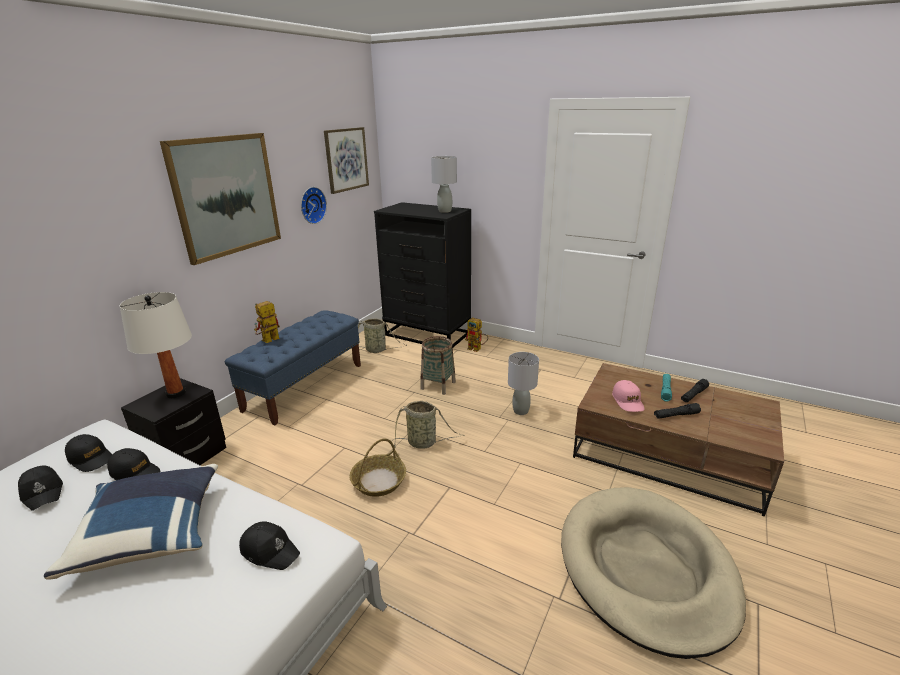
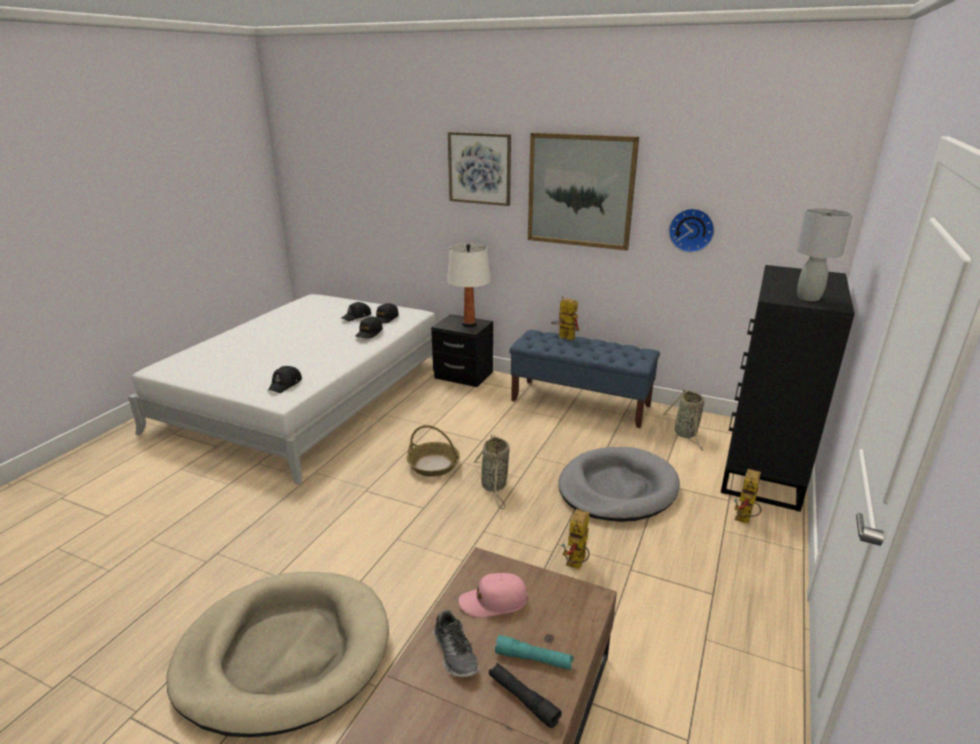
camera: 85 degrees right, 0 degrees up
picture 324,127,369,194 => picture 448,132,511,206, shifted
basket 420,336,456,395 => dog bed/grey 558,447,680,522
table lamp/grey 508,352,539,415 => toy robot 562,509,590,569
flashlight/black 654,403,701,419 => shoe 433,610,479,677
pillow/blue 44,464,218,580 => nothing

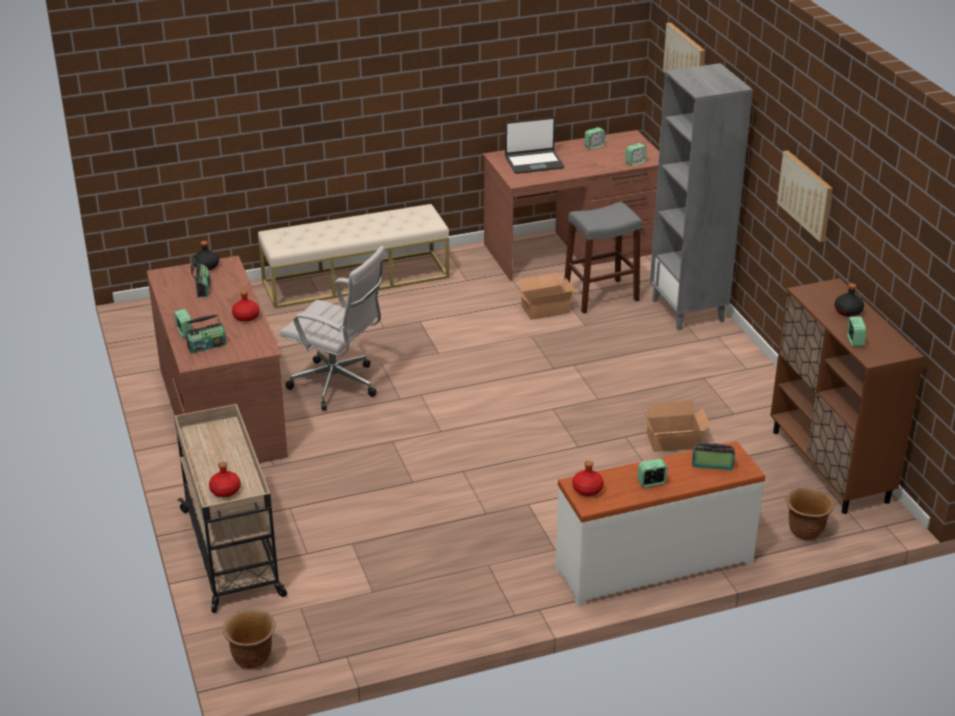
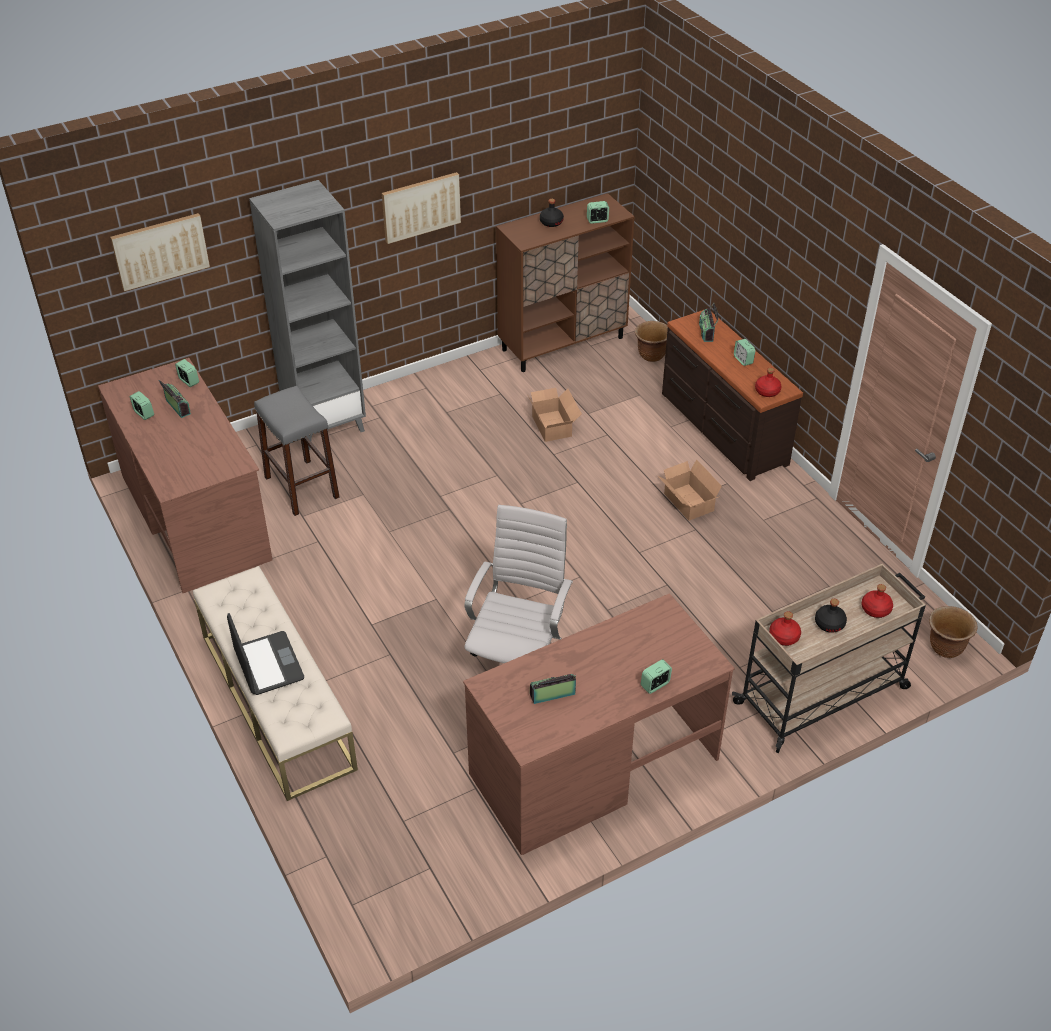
camera: 100 degrees left, 10 degrees up
laptop 505,117,564,174 => laptop 227,613,304,695, shifted
bottle/black 194,241,219,270 => bottle/black 815,599,847,633, shifted
cardboard box 516,273,576,320 => cardboard box 658,459,722,521, shifted
bottle/red 232,290,260,322 => bottle/red 769,611,801,646, shifted
radio 185,314,226,354 => radio 158,380,191,418, shifted
dresser/white 556,441,765,606 => dresser/brown 662,310,803,481

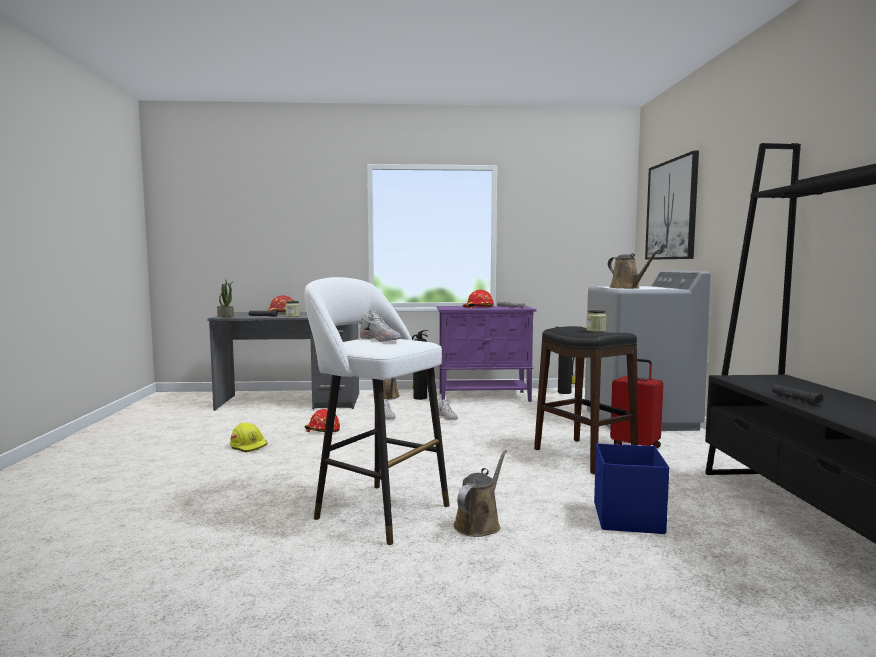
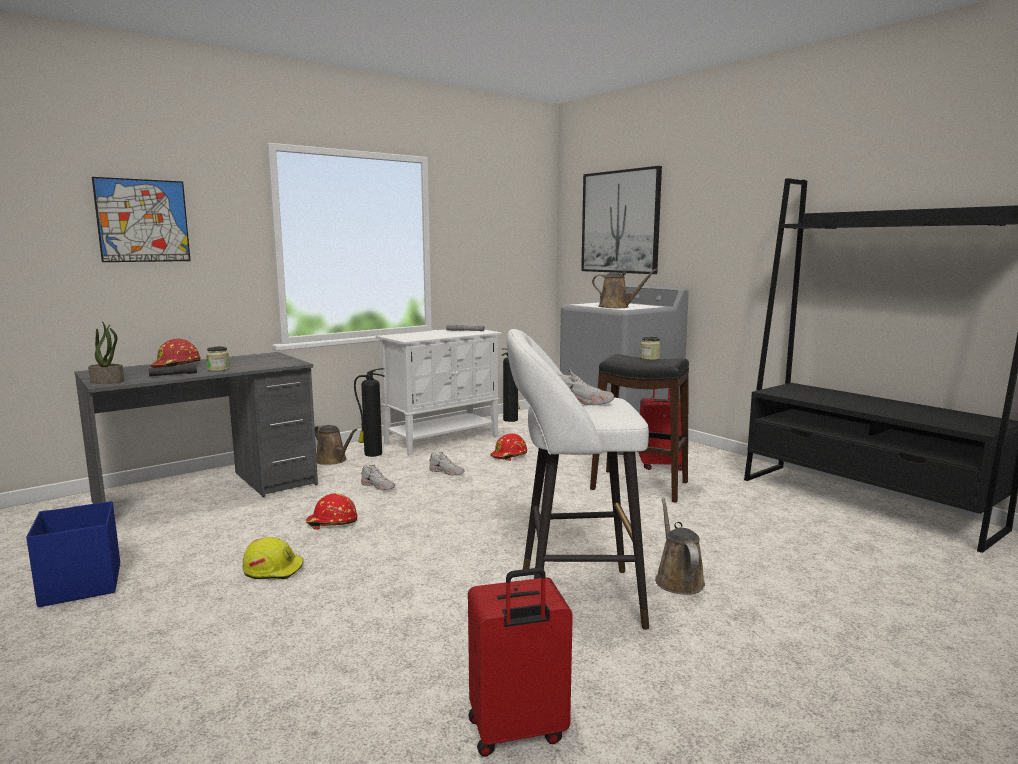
camera: 35 degrees left, 5 degrees up
hard hat/red 463,290,494,308 => hard hat/red 490,433,527,461, shifted
cabinet/purple 437,306,537,402 => cabinet/white 376,329,502,455
flashlight/black 772,384,823,406 => nothing
storage box/blue 594,443,669,534 => storage box/blue 26,501,120,607, shifted
nothing => picture 92,177,191,262
nothing => suitcase/red 468,568,573,757

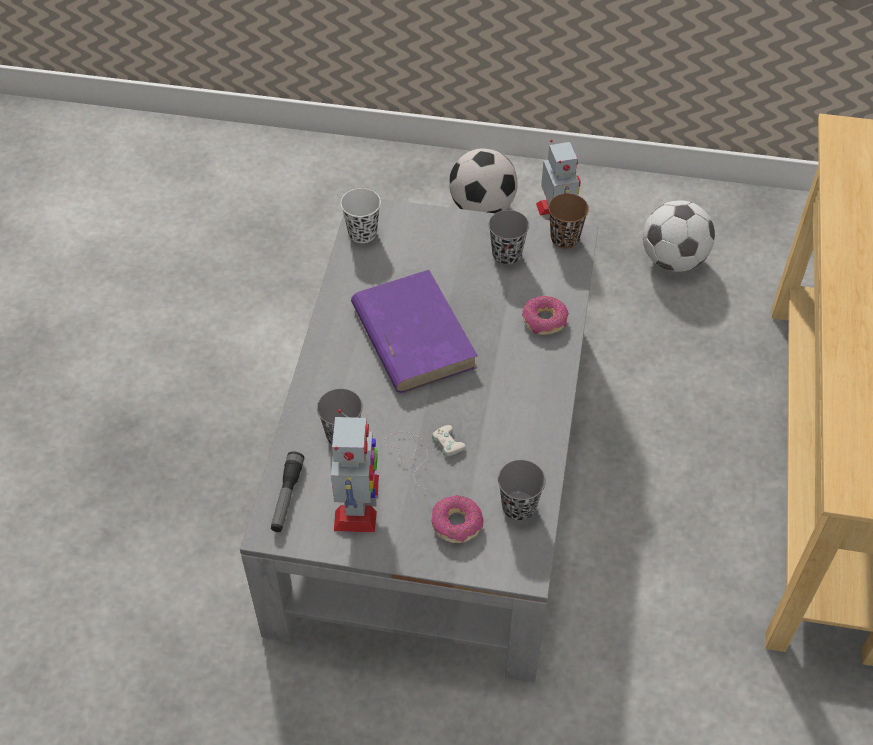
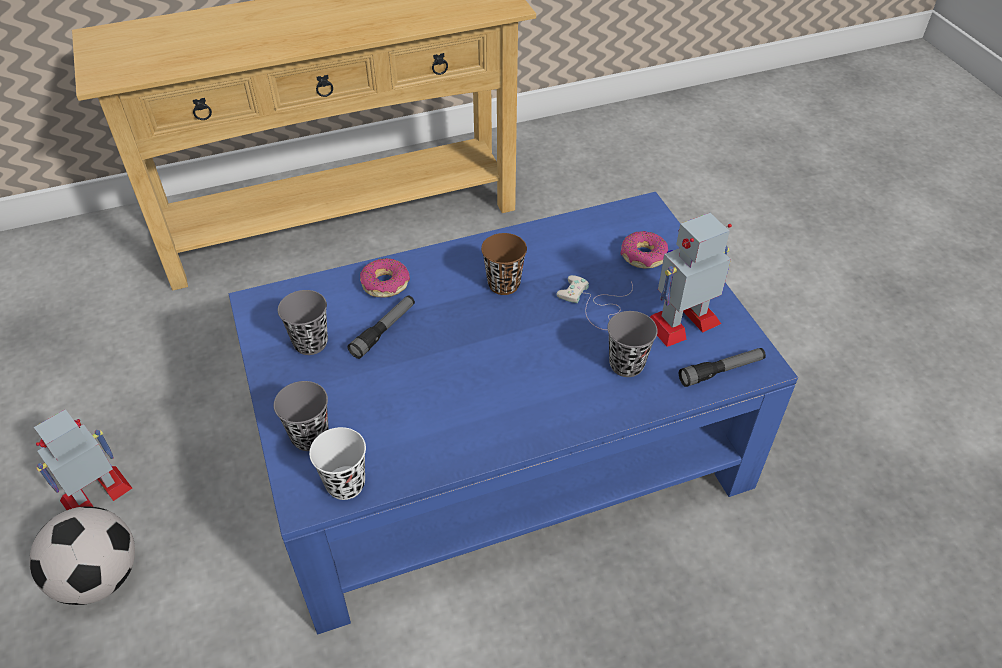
camera: 120 degrees left, 5 degrees down
cup/brown 548,193,589,249 => cup/brown 481,233,527,295, shifted
coffee table/grey 240,199,598,683 => coffee table/blue 229,192,798,634
football 643,200,715,272 => nothing
book/purple 351,270,478,393 => nothing
cup/grey 498,460,546,521 => cup/grey 274,381,329,451, shifted
nothing => flashlight 347,295,415,359

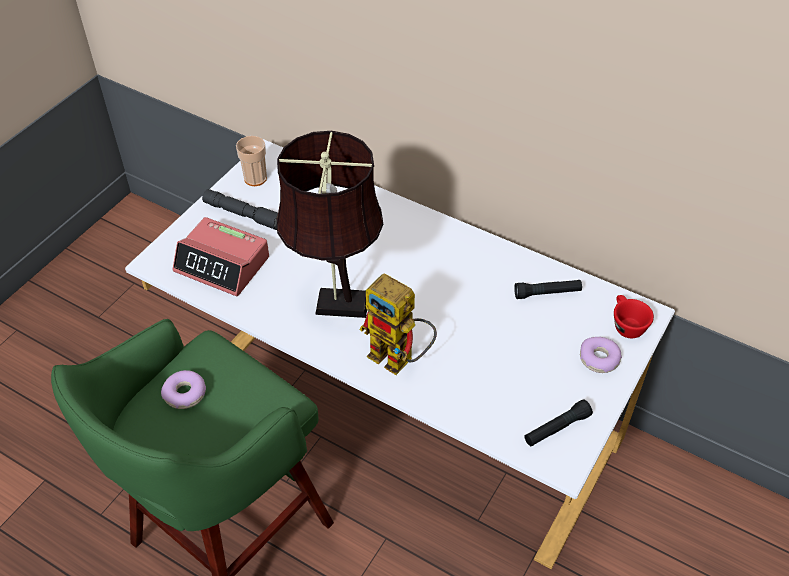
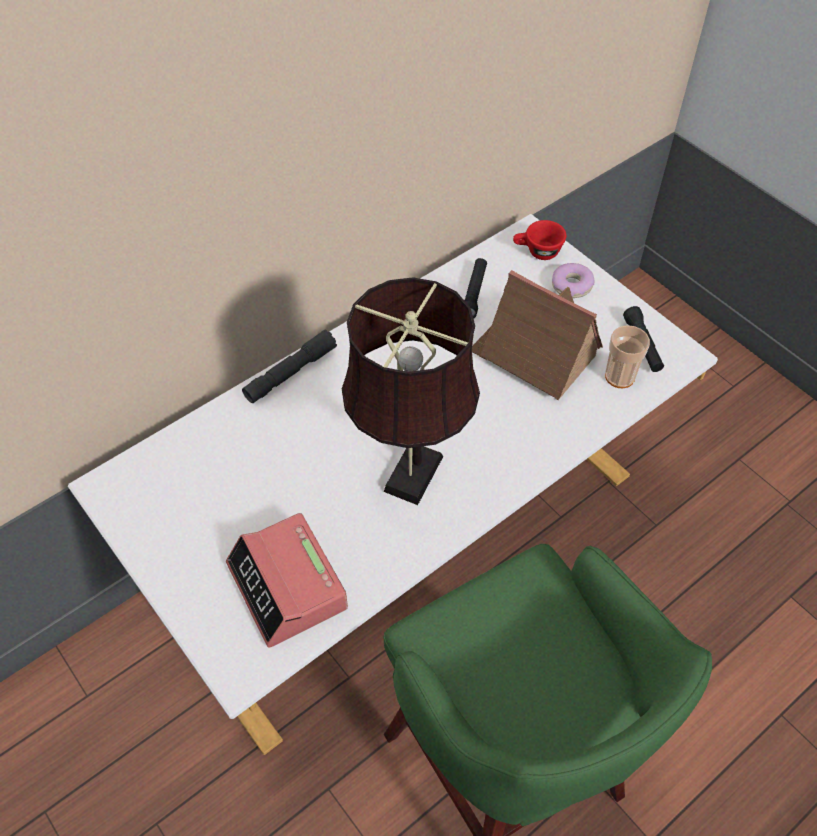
camera: 70 degrees left, 5 degrees up
cup 236,136,267,186 => cup 605,325,650,388, shifted
flashlight/grey 202,189,278,230 => flashlight/grey 242,330,337,403, shifted
alarm clock 173,217,269,296 => alarm clock 226,513,348,647, 105 degrees clockwise
toy robot 360,273,437,375 => nothing
donut 161,370,206,409 => nothing
nothing => toy house 472,270,603,400

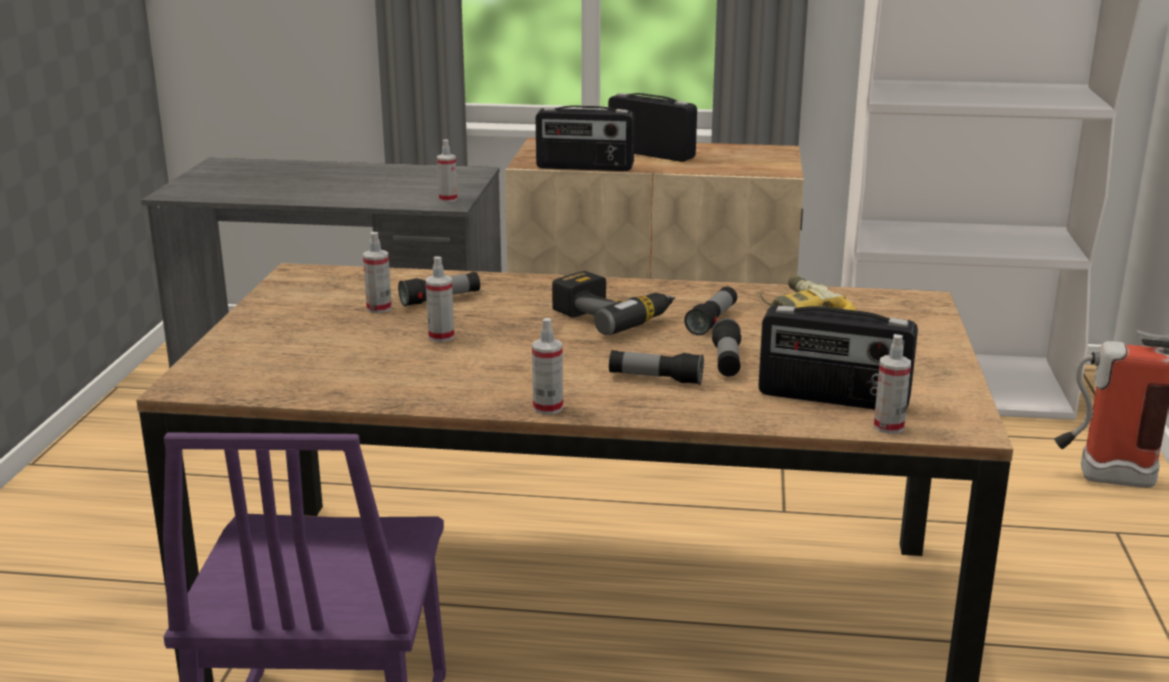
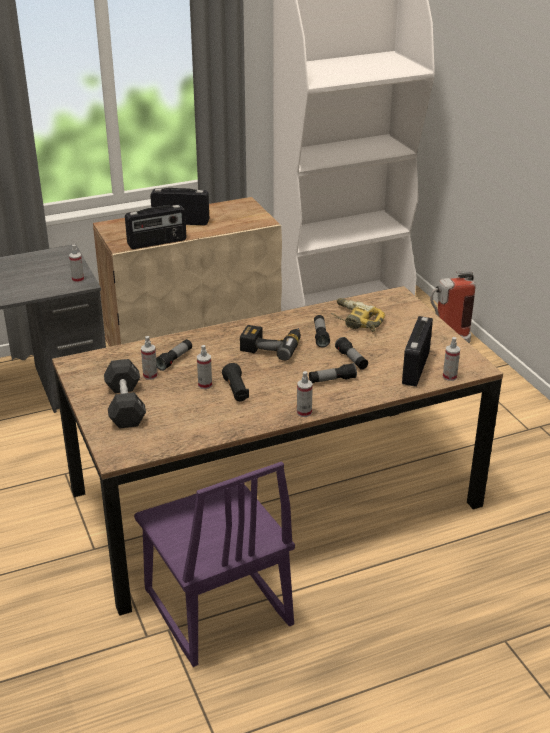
camera: 30 degrees left, 10 degrees up
radio 758,305,918,410 => radio 402,316,433,387, 120 degrees clockwise
nothing => dumbbell/black 104,359,146,429
nothing => flashlight/black 222,363,249,401

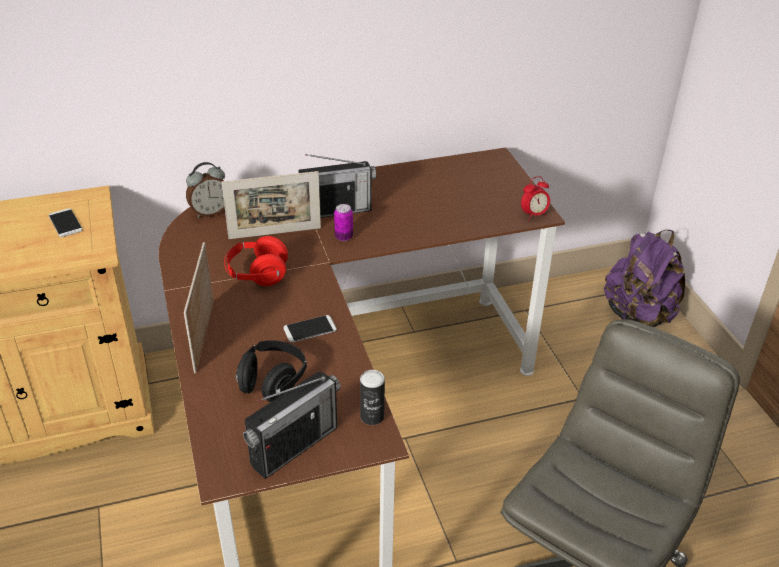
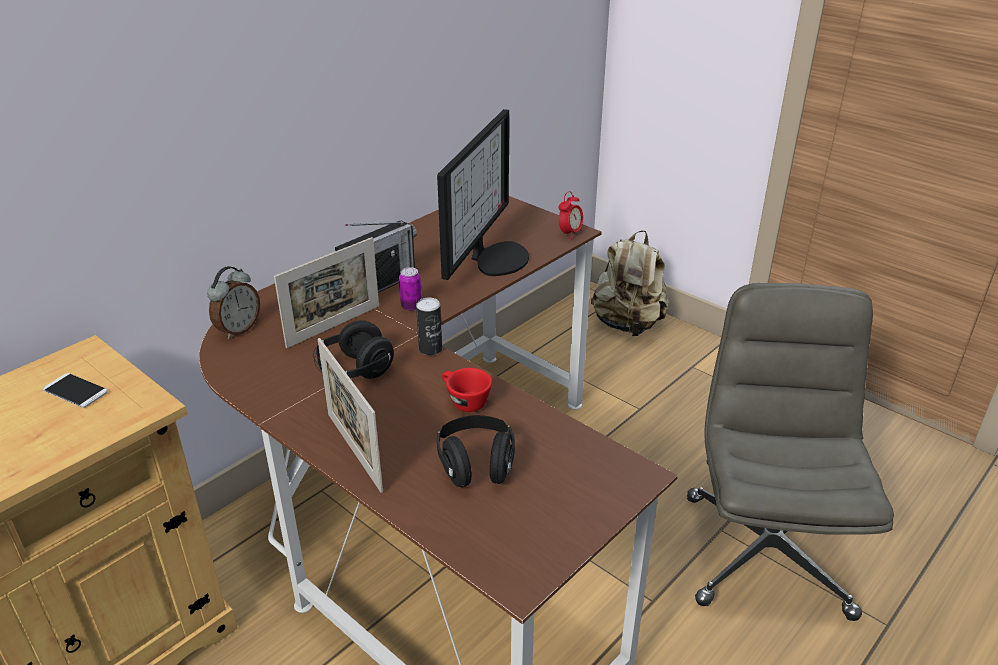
camera: 30 degrees left, 5 degrees down
backpack/purple 604,230,685,327 => backpack/beige 591,230,668,336
headphones/red 224,236,288,286 => headphones/black 313,320,394,379
phone 283,315,337,342 => cup/red 442,368,492,412
can 360,370,385,425 => can 416,297,442,355, shifted
radio 243,372,341,479 => nothing
nothing => monitor 437,109,529,280

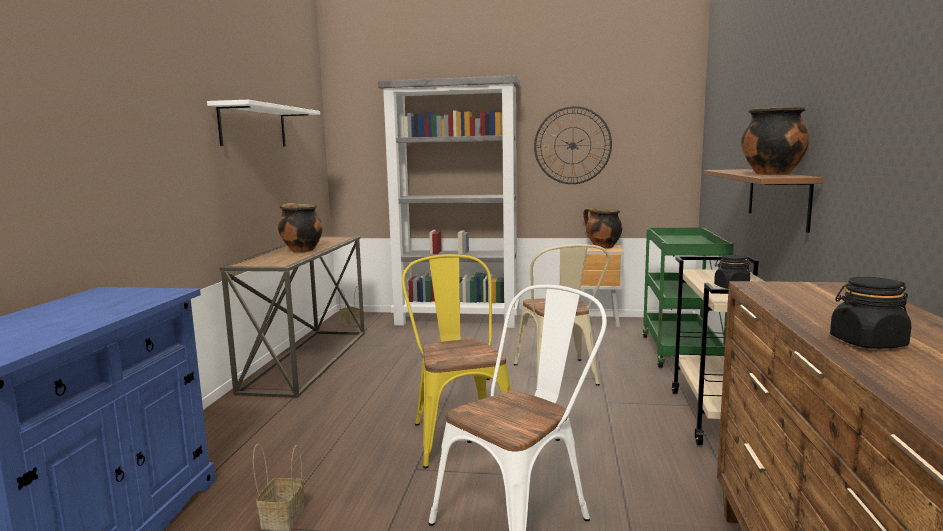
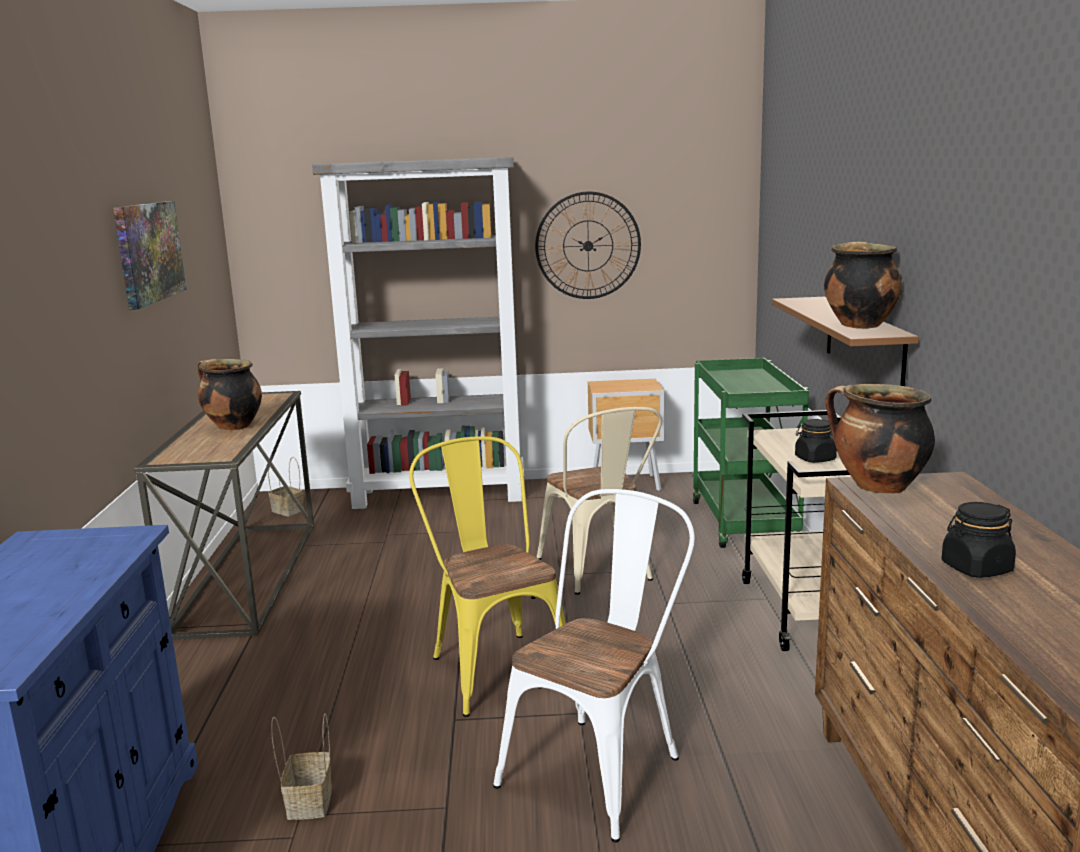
camera: 10 degrees left, 5 degrees up
shelf/white 207,100,320,146 => picture 113,201,186,310
cooking pot 583,208,623,248 => cooking pot 825,384,935,494, shifted

